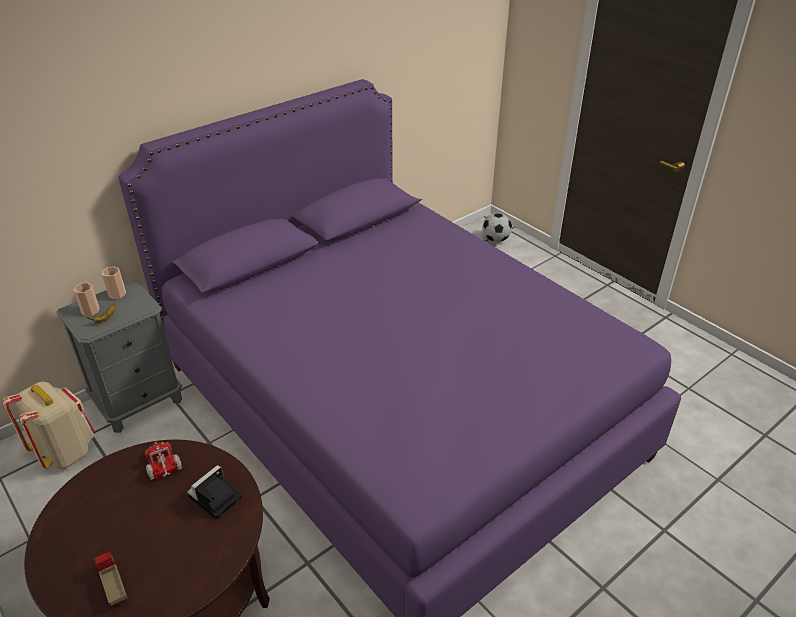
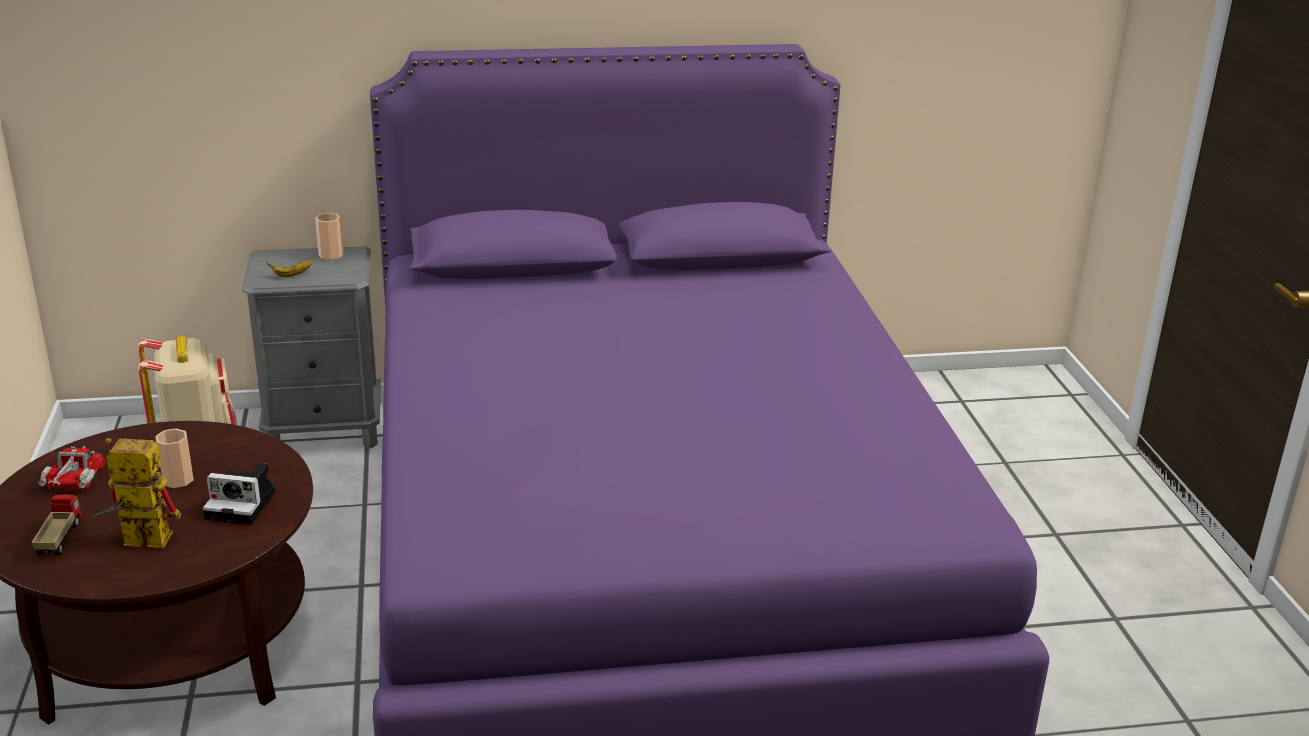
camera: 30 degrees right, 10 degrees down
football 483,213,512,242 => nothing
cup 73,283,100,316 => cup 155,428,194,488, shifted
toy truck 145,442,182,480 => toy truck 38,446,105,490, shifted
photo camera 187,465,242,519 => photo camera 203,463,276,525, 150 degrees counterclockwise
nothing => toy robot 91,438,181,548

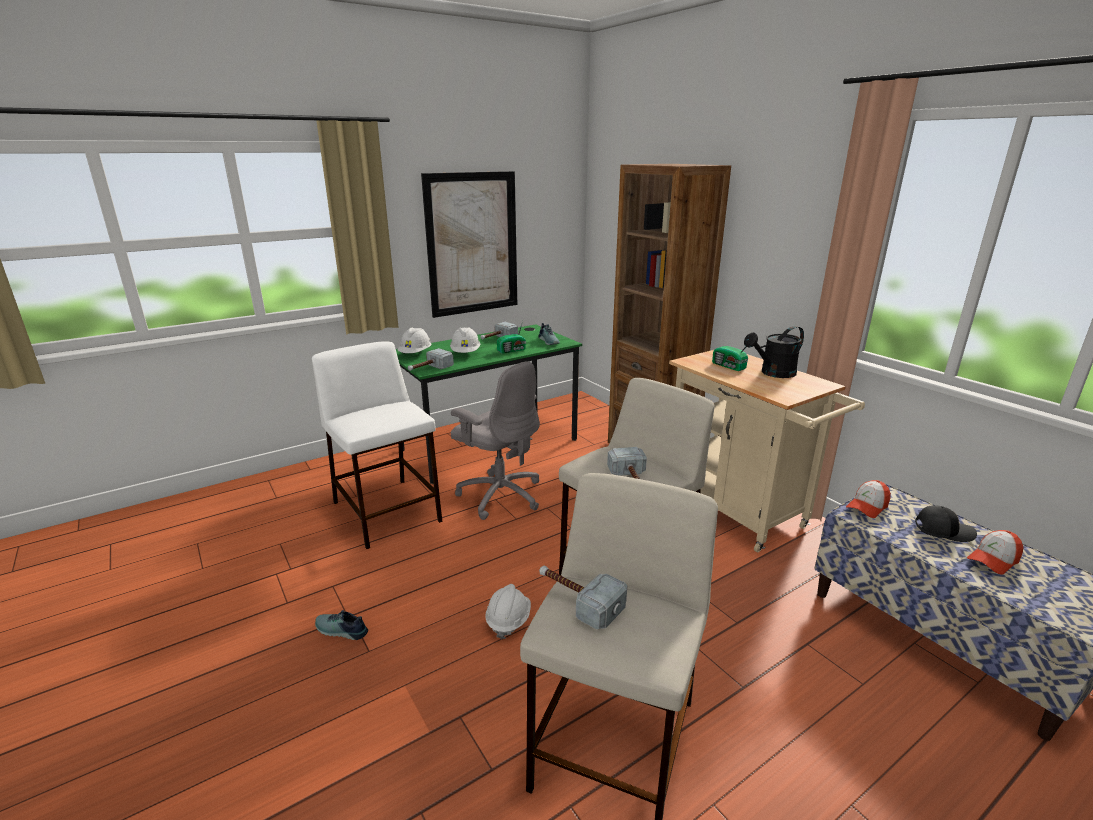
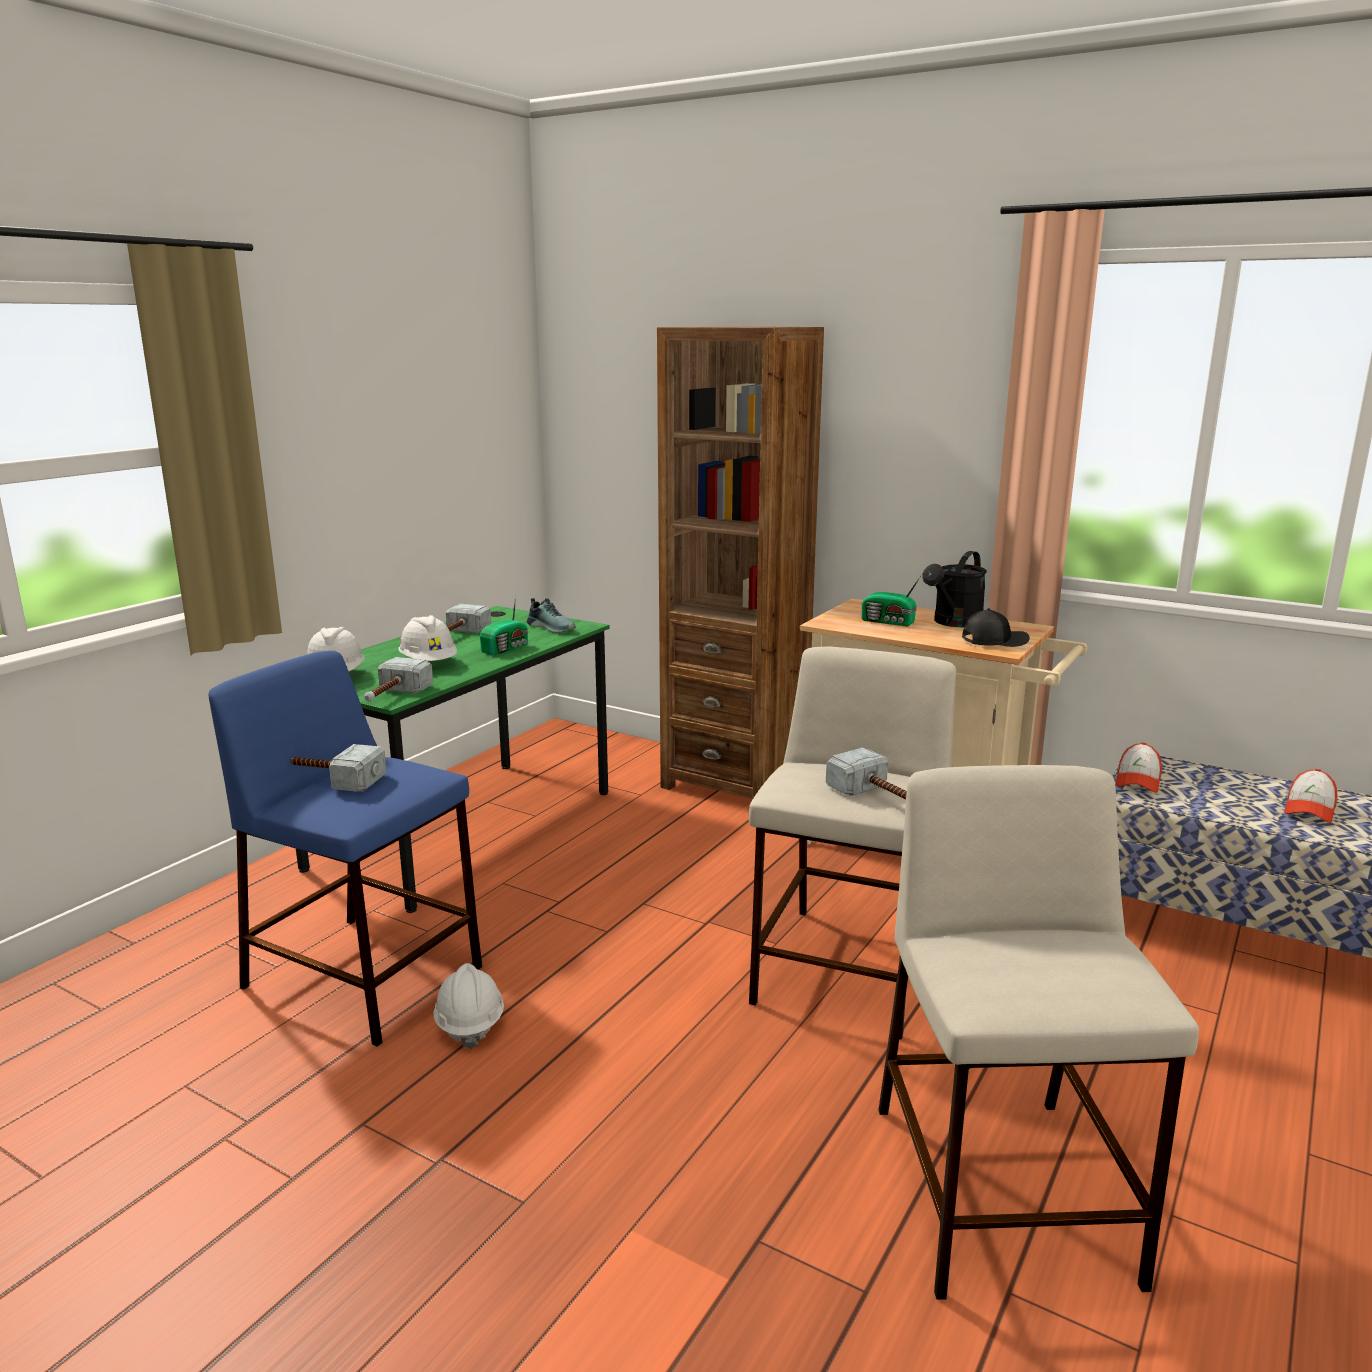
camera: 25 degrees left, 5 degrees down
picture 421,171,517,318 => nothing
stool/white 312,341,442,549 => stool/blue 209,651,482,1046
office chair/grey 451,361,540,520 => nothing
cap/black 915,505,977,542 => cap/black 962,608,1030,647, shifted
hammer 539,566,627,629 => hammer 291,744,386,792, shifted
hard hat/white 485,584,531,639 => hard hat/white 433,963,504,1049, shifted
shoe 315,610,368,640 => nothing

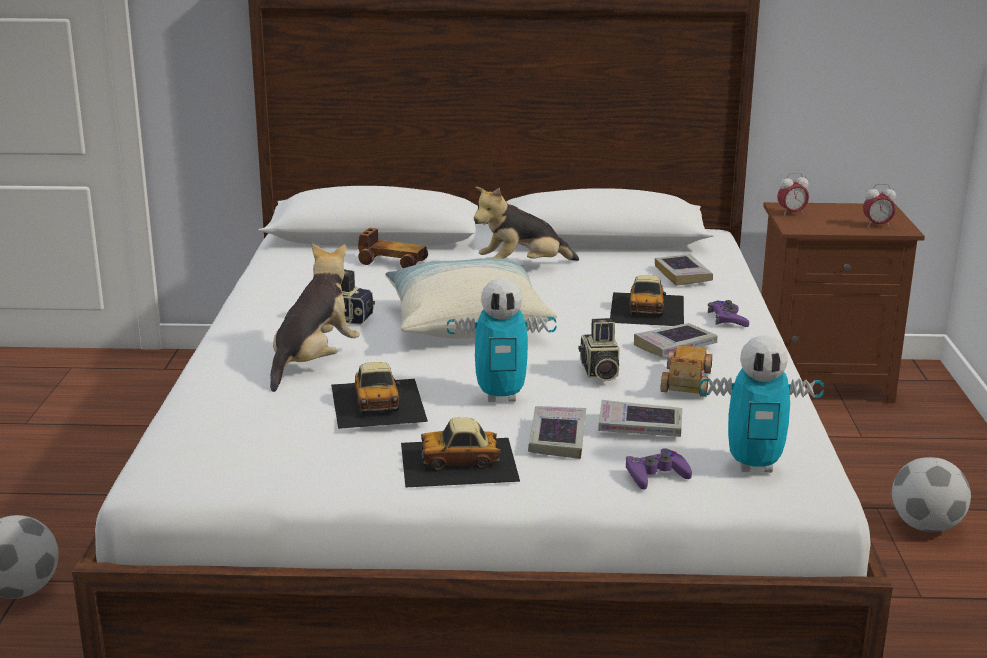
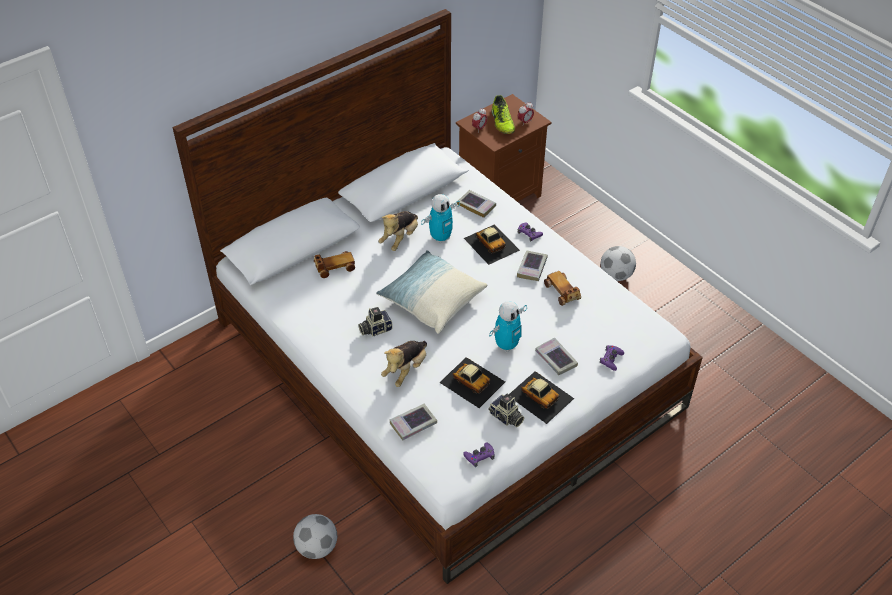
camera: 40 degrees left, 25 degrees up
plush toy 270,244,360,392 => plush toy 381,341,427,387, 135 degrees counterclockwise
photo camera 578,318,620,382 => photo camera 488,394,524,427, shifted
toy robot 700,335,824,473 => toy robot 421,194,460,243, shifted
book 598,400,682,437 => book 389,404,437,440, shifted
toy car 401,417,520,488 => toy car 509,371,574,424, 90 degrees counterclockwise
nothing => shoe 492,95,515,134
nothing => game controller/purple 463,442,494,467

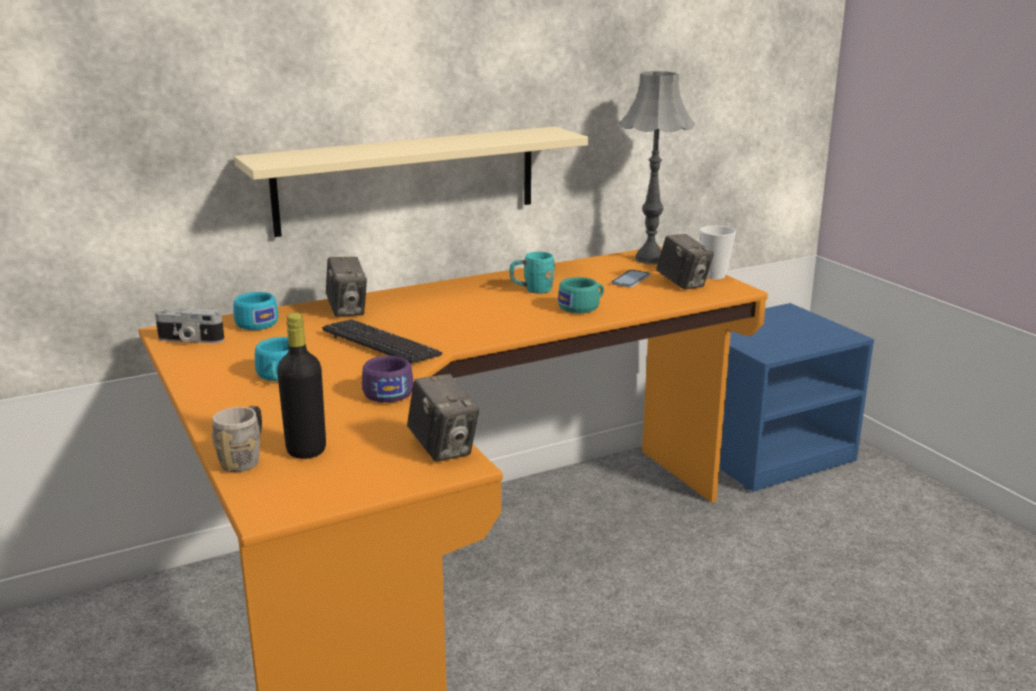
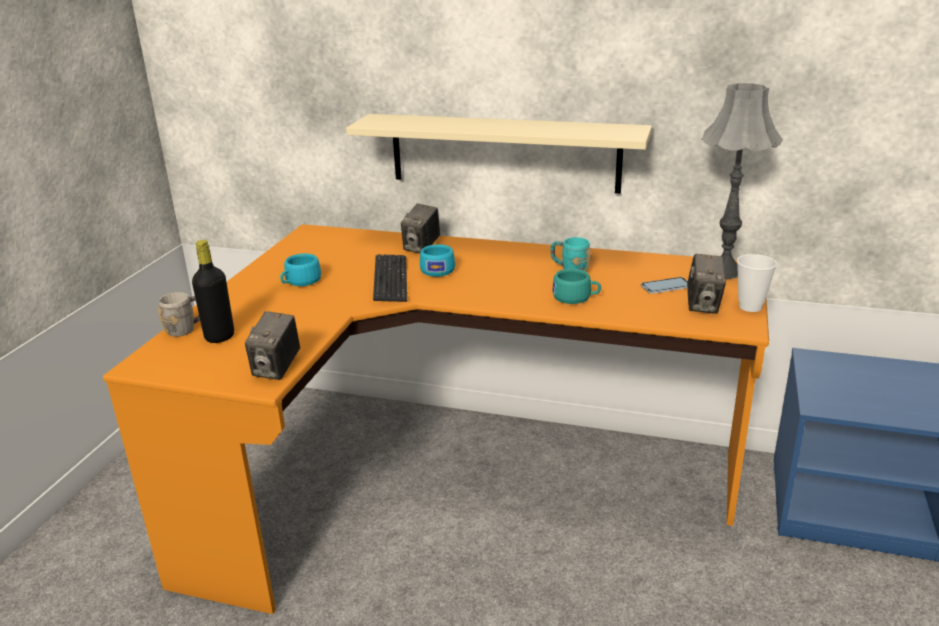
camera: 45 degrees right, 5 degrees up
cup/turquoise 233,292,278,330 => cup/turquoise 420,244,455,277, shifted
photo camera 155,307,225,343 => nothing
cup/purple 362,356,414,403 => nothing

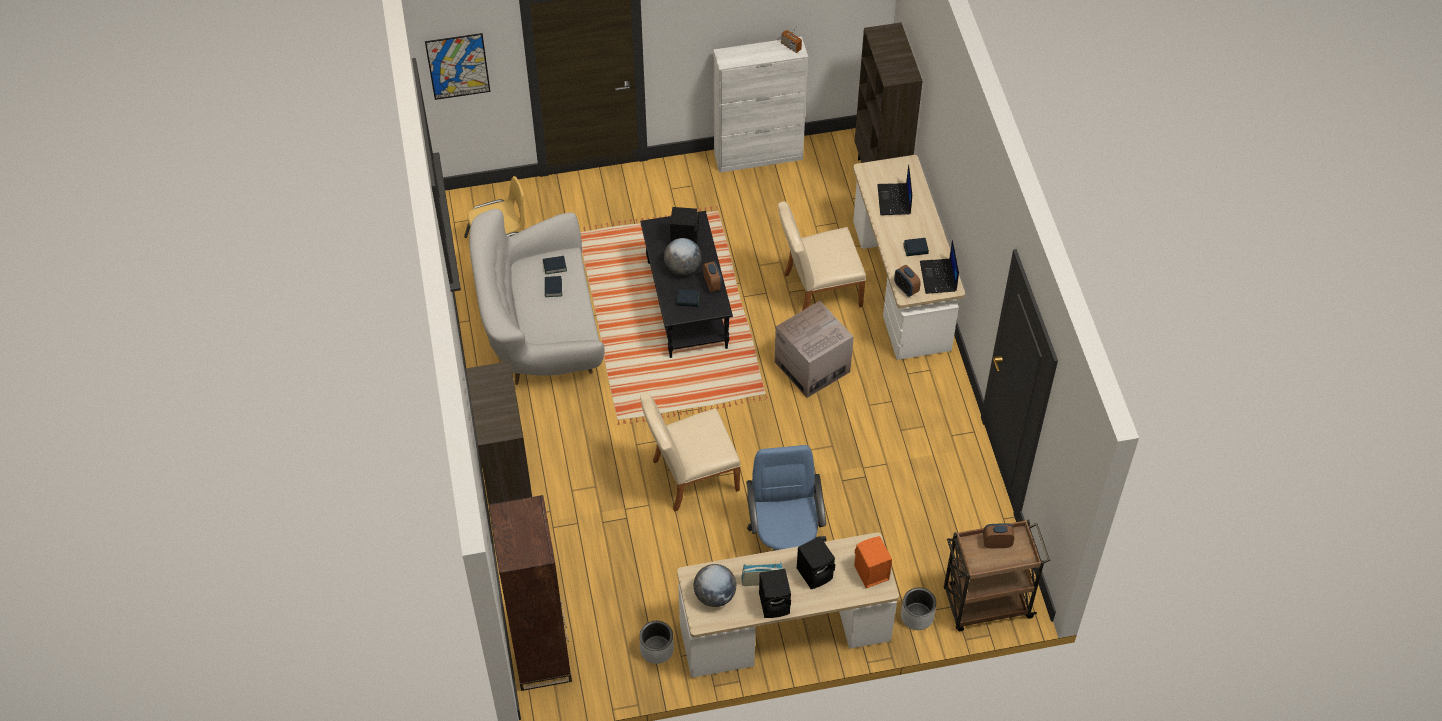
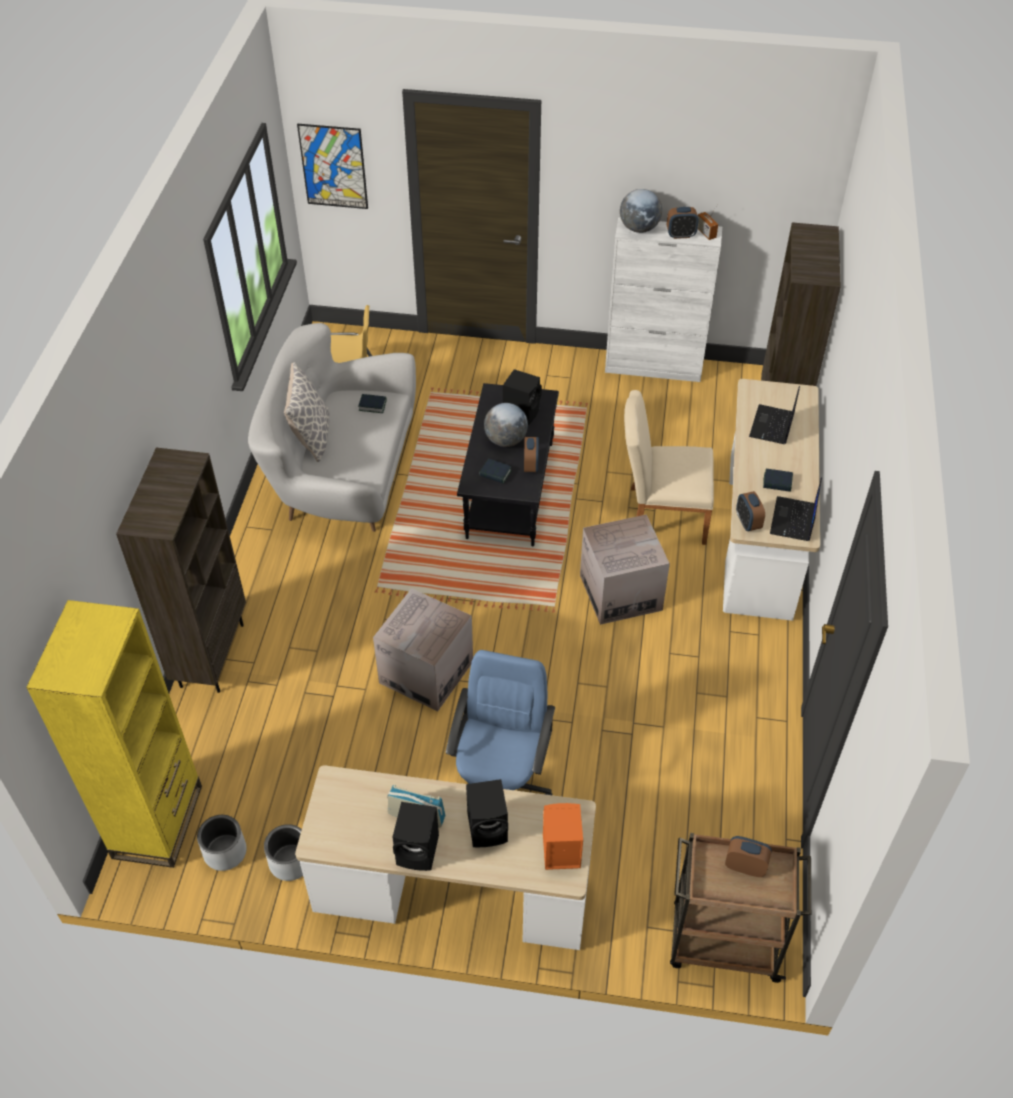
camera: 20 degrees right, 5 degrees down
book 545,276,562,297 => nothing
chair/beige 640,393,741,512 => cardboard box 373,588,473,711
bookcase/brown 488,495,572,691 => bookcase/yellow 26,600,202,868
globe 694,564,736,607 => globe 620,189,662,233, shifted
planter/grey 901,587,936,630 => planter/grey 197,815,246,871, shifted
nothing => alarm clock 667,207,699,239
nothing => pillow 284,362,330,462

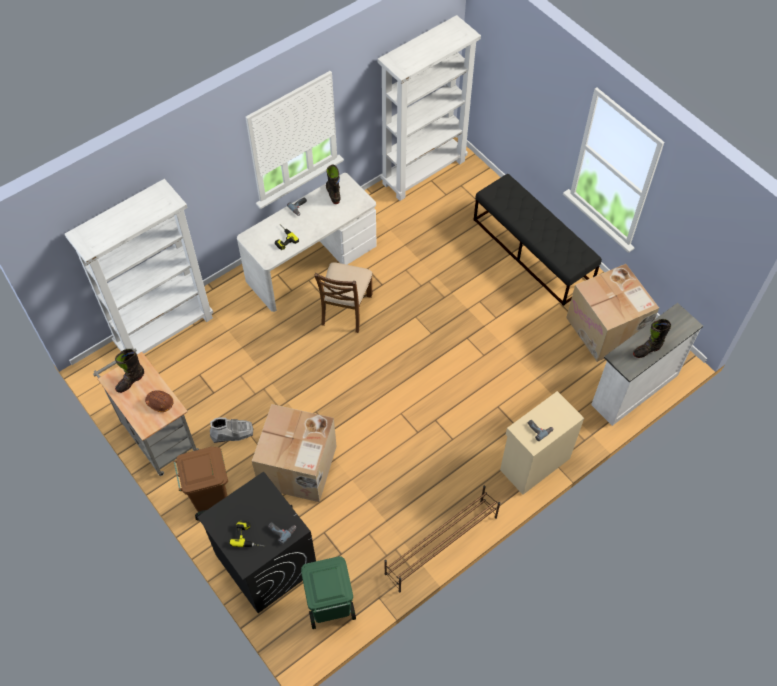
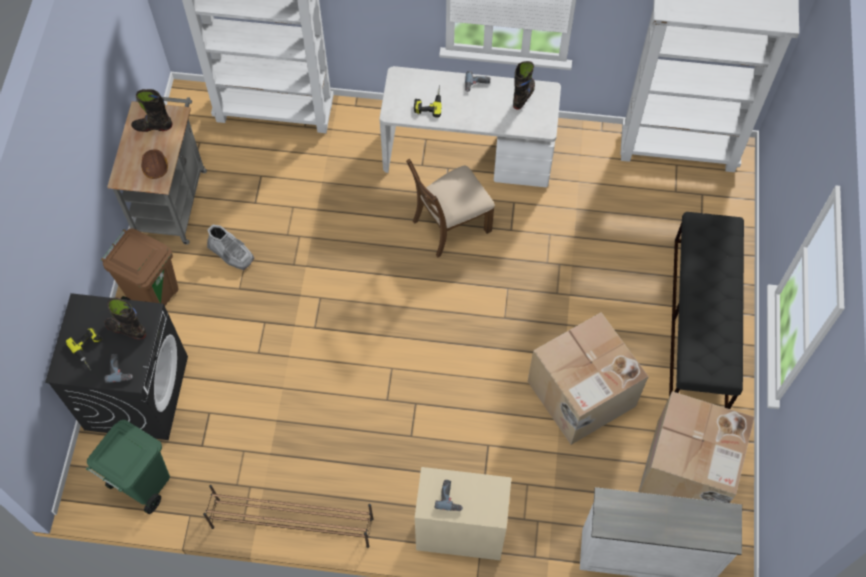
camera: 45 degrees right, 5 degrees up
boot/black 633,319,671,358 => boot/black 105,298,146,339, shifted
cardboard box 252,404,337,502 => cardboard box 527,312,649,445, shifted

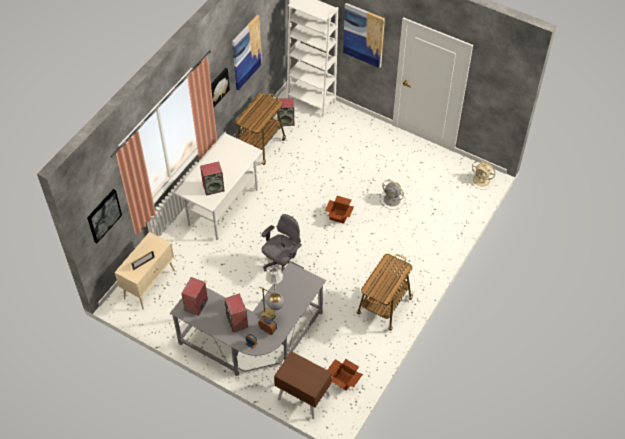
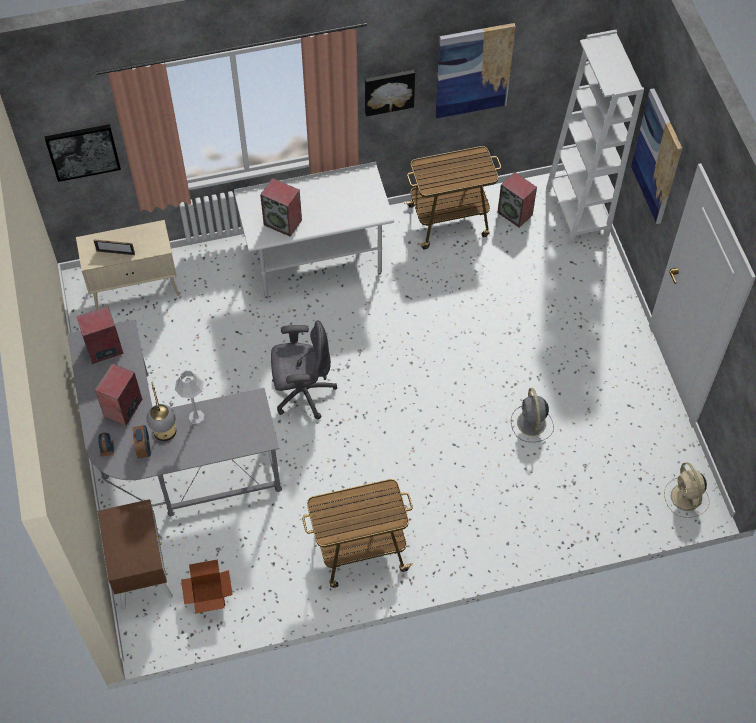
camera: 45 degrees right, 5 degrees up
cardboard box 325,196,354,224 => nothing

